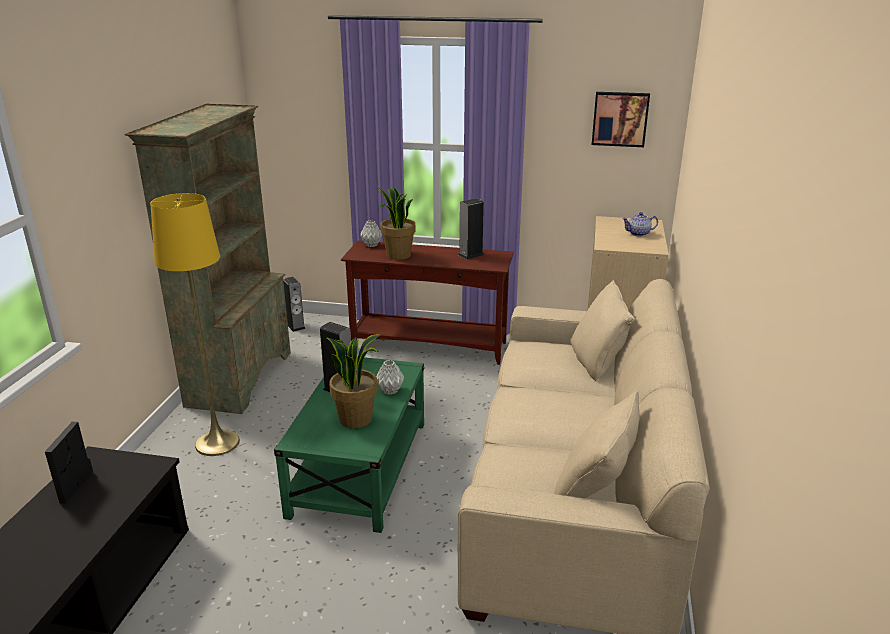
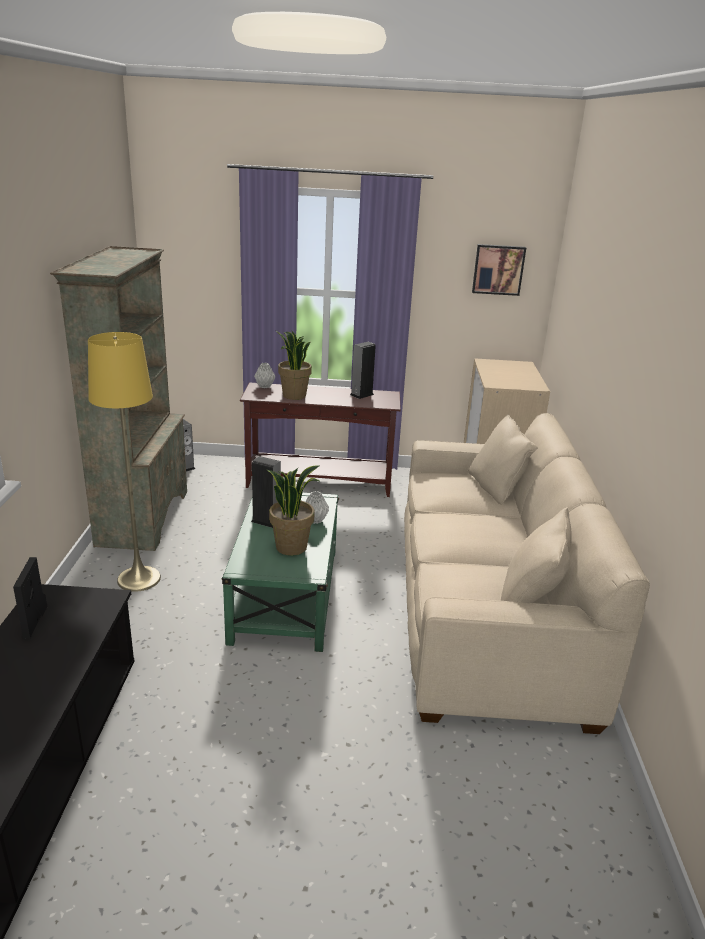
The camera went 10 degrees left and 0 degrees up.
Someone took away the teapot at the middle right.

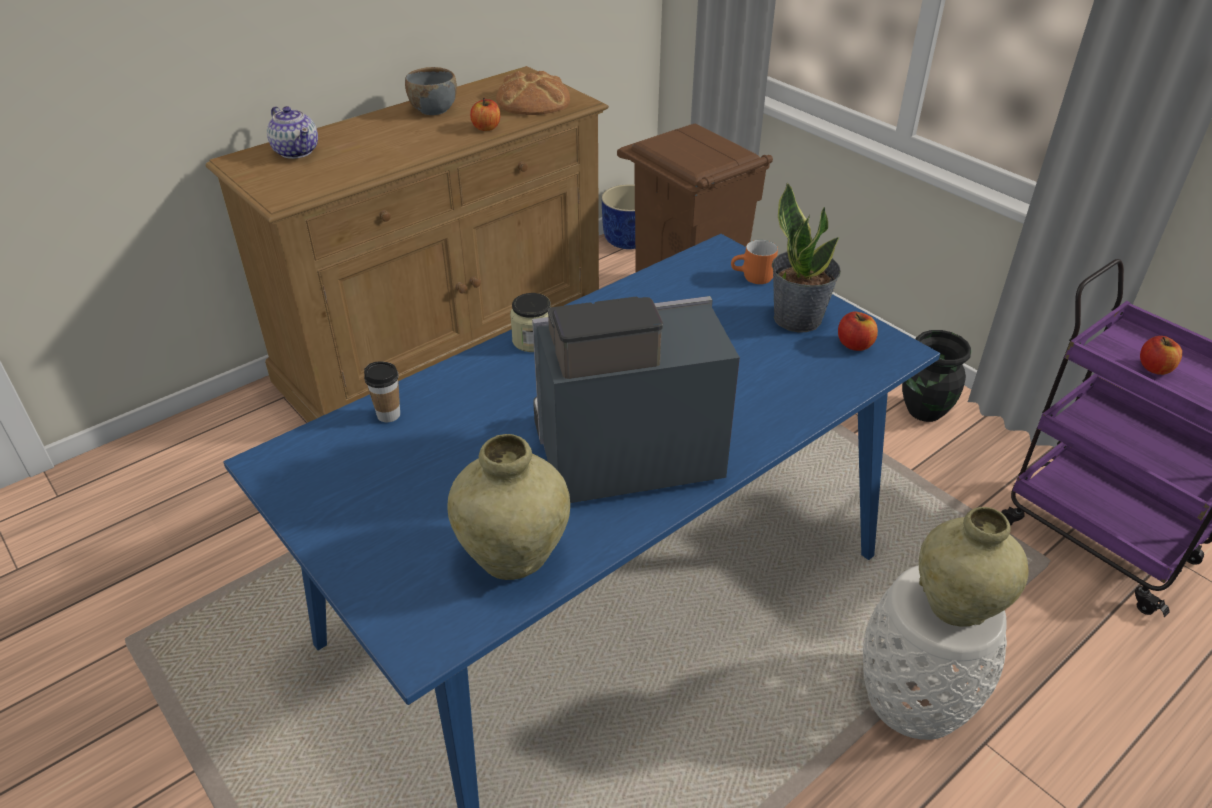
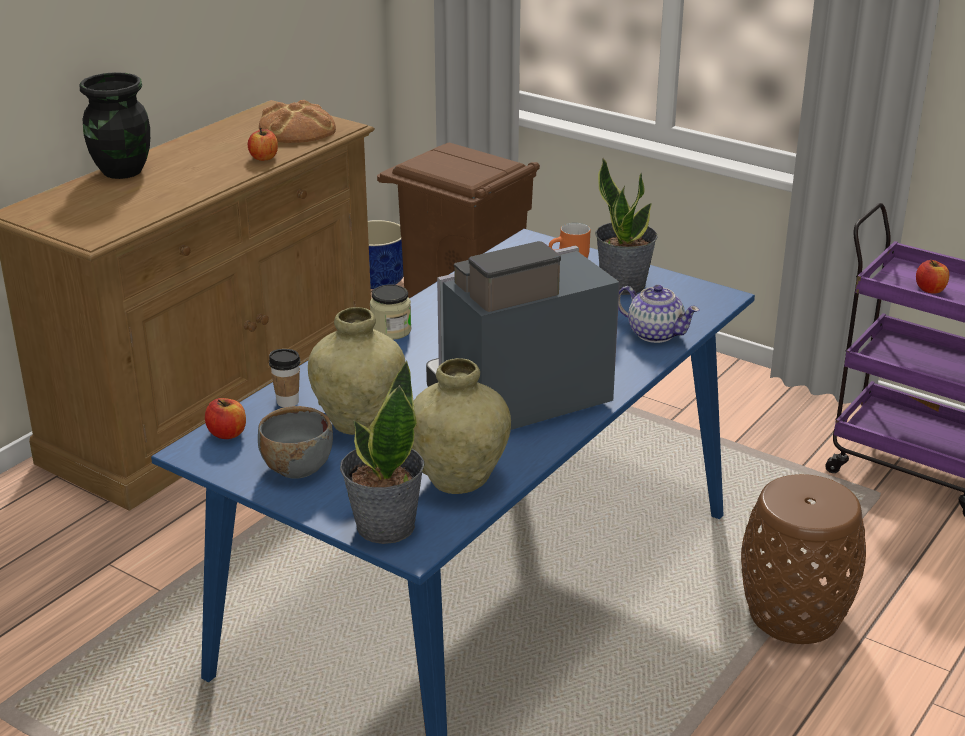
The camera went 15 degrees left and 10 degrees down.
Someone put down the houseplant (1st from left) at the centre.
Someone carried the teapot from the top left to the middle right.
Someone carried the bowl (grey) from the top centre to the middle left.
Someone carried the apple fruit (2nd from left in the first image) from the middle right to the middle left.
Someone carried the decorative vase (black) from the middle right to the top left.
Someone carried the decorative vase (beige) (2nd from left in the first image) from the bottom right to the centre.
Someone repainted the stool seat (white) at the bottom right, which became the stool seat (brown-coloured) at the bottom right.

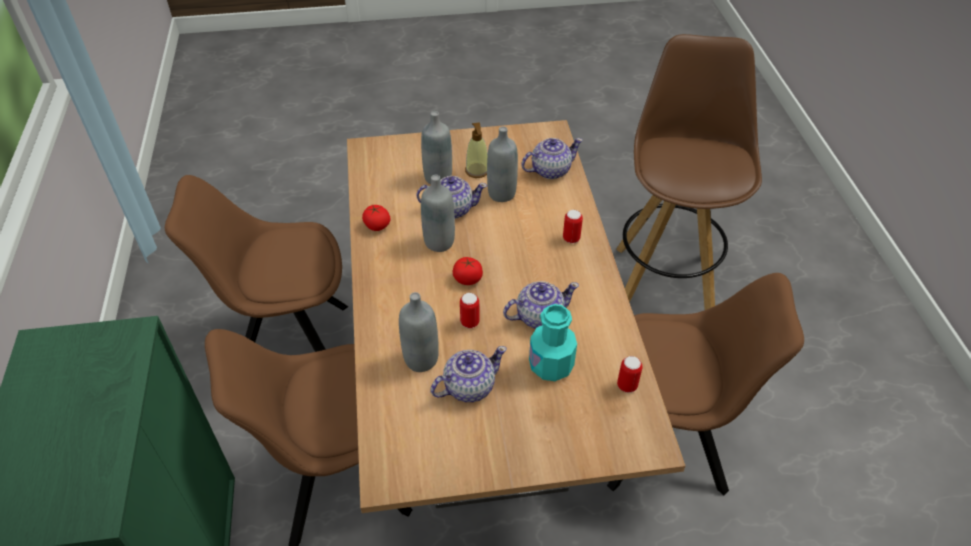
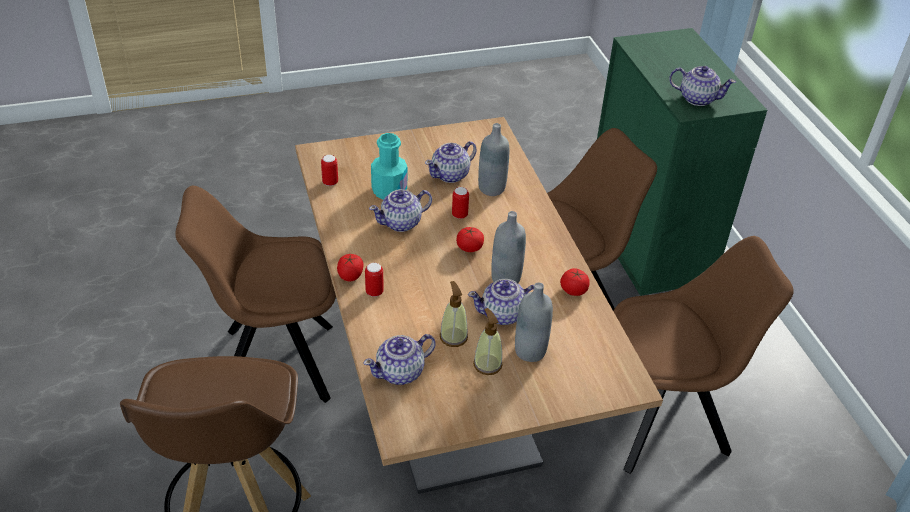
The camera went 170 degrees right and 5 degrees down.
Someone put down the whole tomato (1st from left) at the centre.
Someone put down the teapot (5th from left) at the top right.
Someone swapped the drink bottle (grey) (4th from left) at the top centre for the soap bottle (1st from left) at the centre.

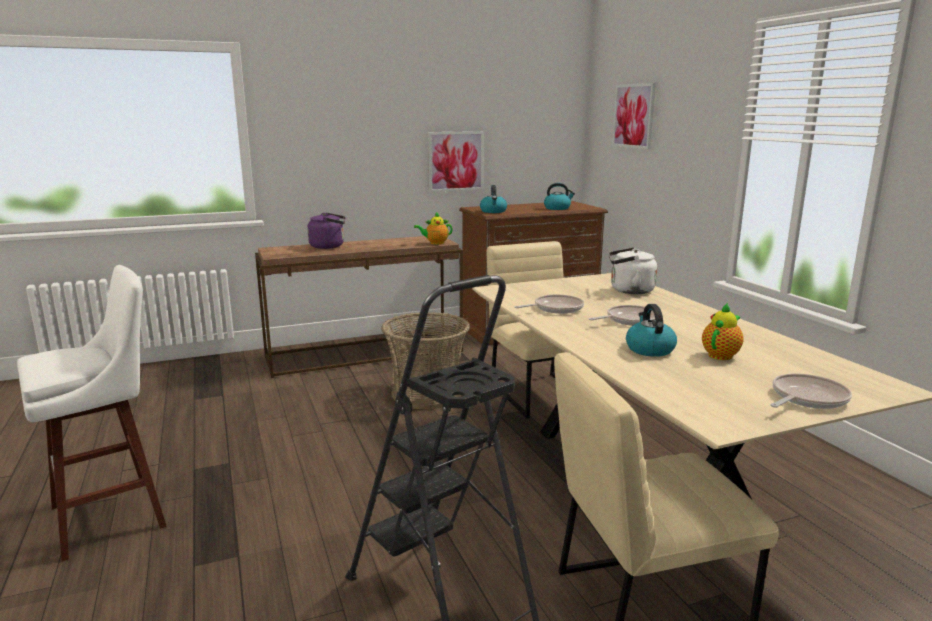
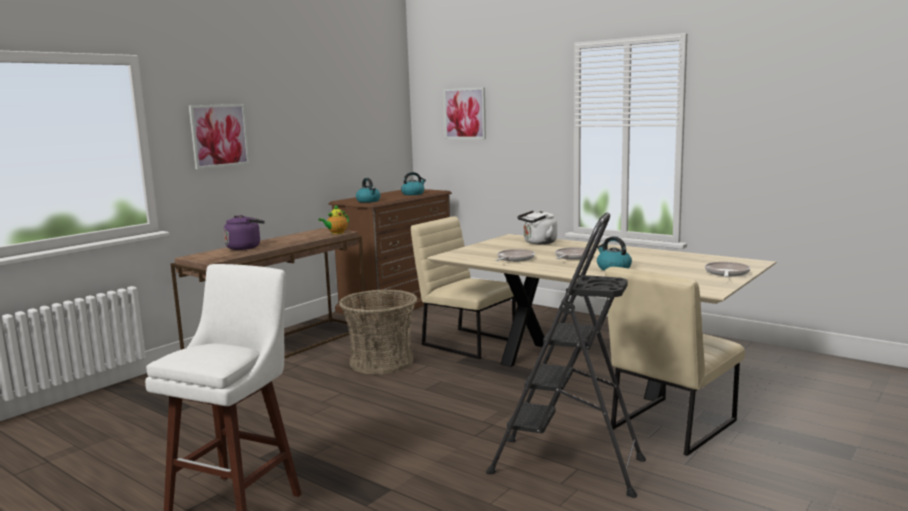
The camera went 30 degrees left and 5 degrees down.
Someone took away the teapot (2nd from left) at the middle right.
Someone carried the wall art (1st from left) from the top centre to the top left.

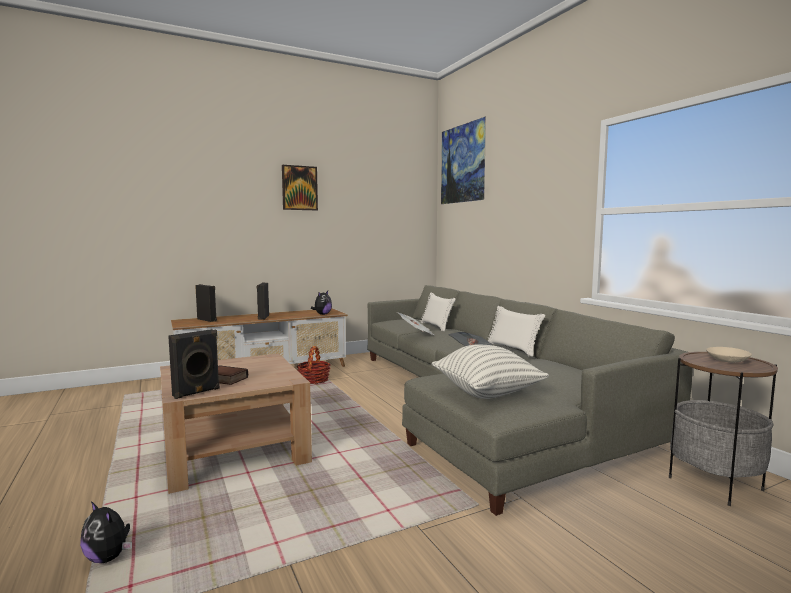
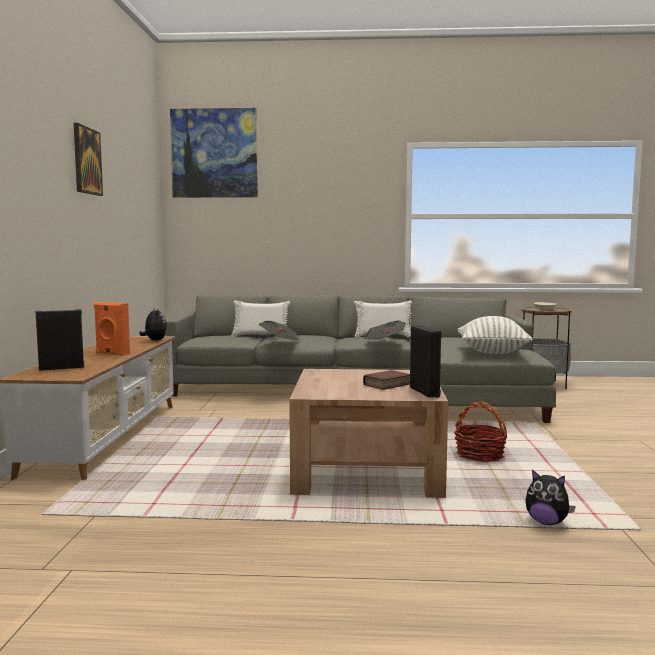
The camera went 60 degrees left and 0 degrees up.
Someone carried the household basket from the centre to the middle right.
Someone repainted the speaker (black) (3rd from left) at the middle left, which became the speaker (orange-coloured) at the middle left.
Someone rotated the cuddly toy (1st from left in the first image) at the bottom left by 60 degrees clockwise.

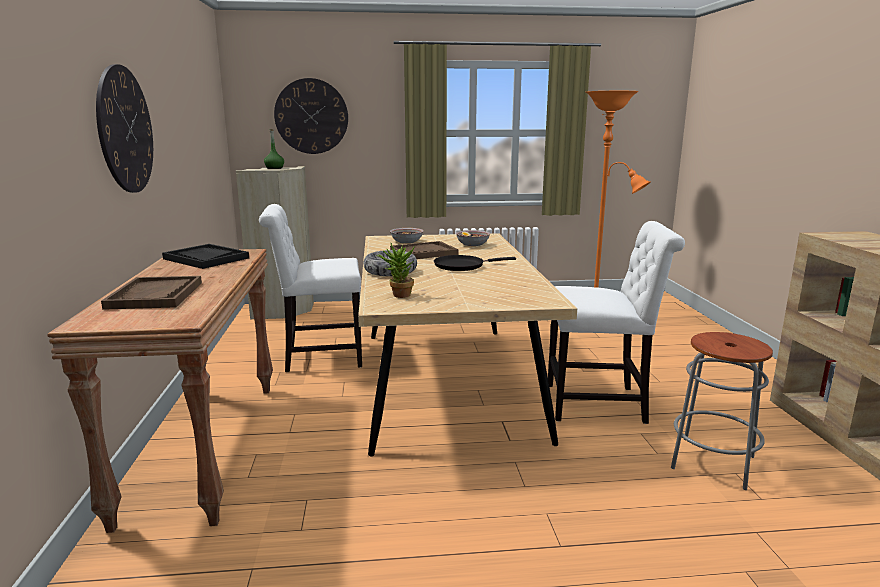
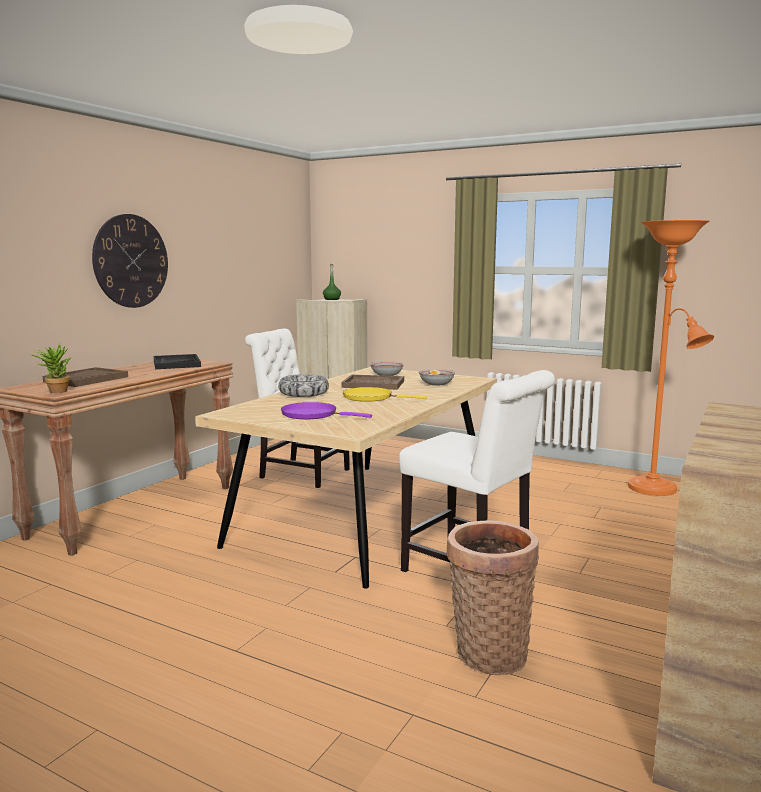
The camera went 35 degrees right and 5 degrees down.
Someone took away the clock on the wall (2nd from left) at the top centre.
Someone put down the frying pan (purple-coloured) at the centre.
Someone carried the houseplant from the centre to the middle left.
Someone swapped the stool seat (grey) at the bottom right for the household basket at the bottom centre.
Someone repainted the frying pan (black) at the centre, which became the frying pan (yellow-coloured) at the centre.

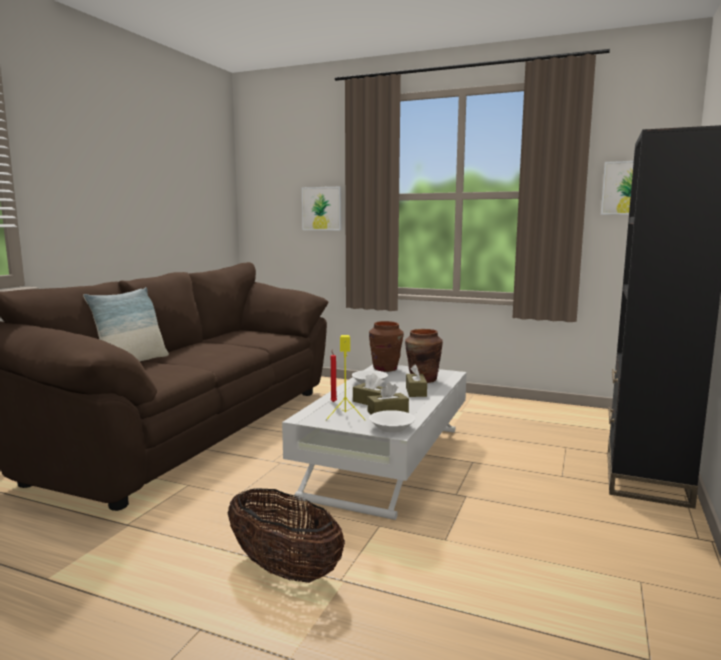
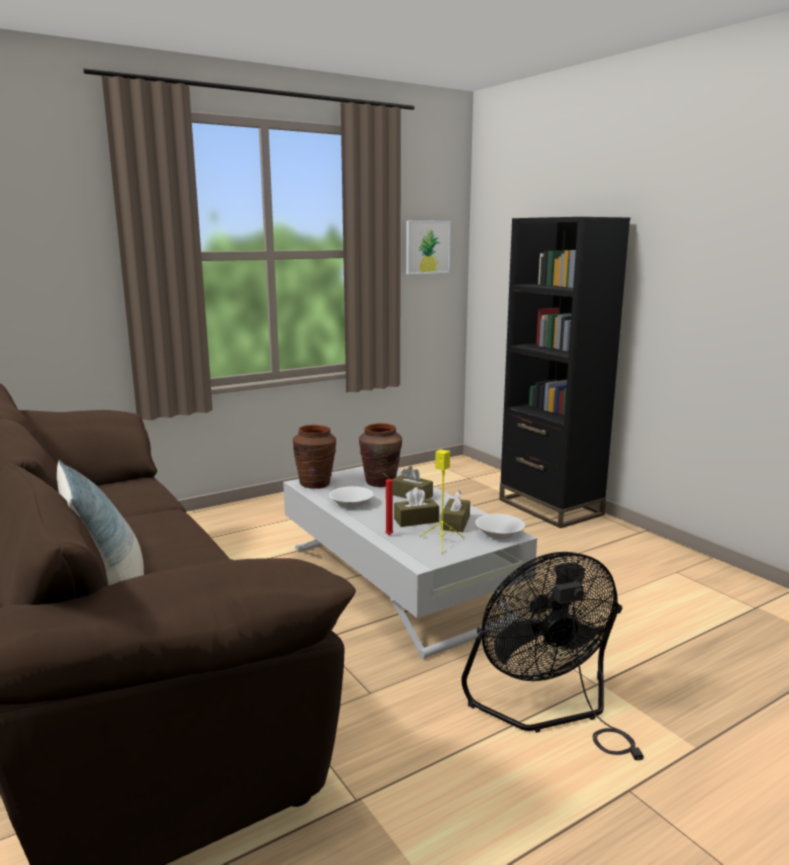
The camera went 55 degrees left and 5 degrees up.
Someone took away the wall art (1st from left) at the top centre.
Someone swapped the household basket at the bottom centre for the fan (black) at the bottom right.

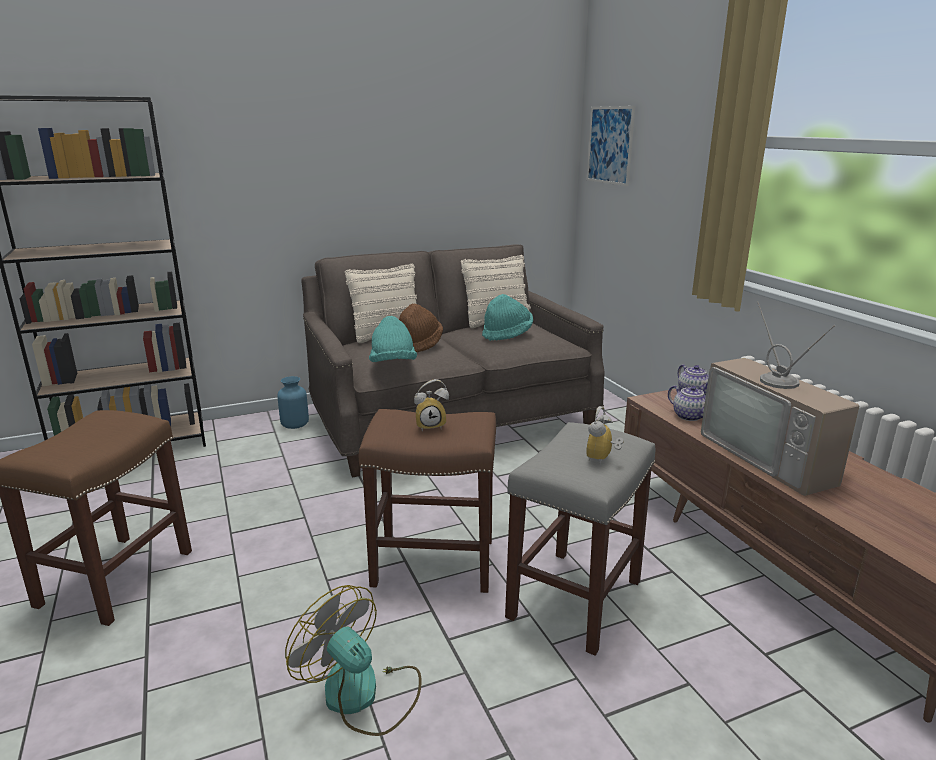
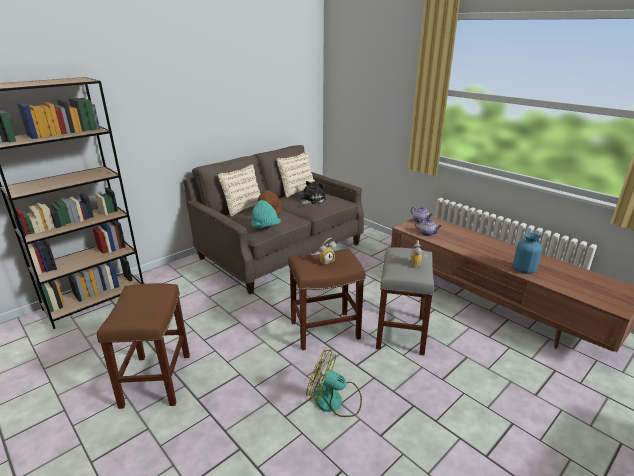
The camera went 20 degrees left and 5 degrees up.
Someone took away the wall art at the top centre.
Someone took away the TV at the middle right.
Someone carried the decorative vase (blue) from the middle left to the middle right.
Someone swapped the hat (blue-green) (2nd from left) at the centre for the cuddly toy at the centre.

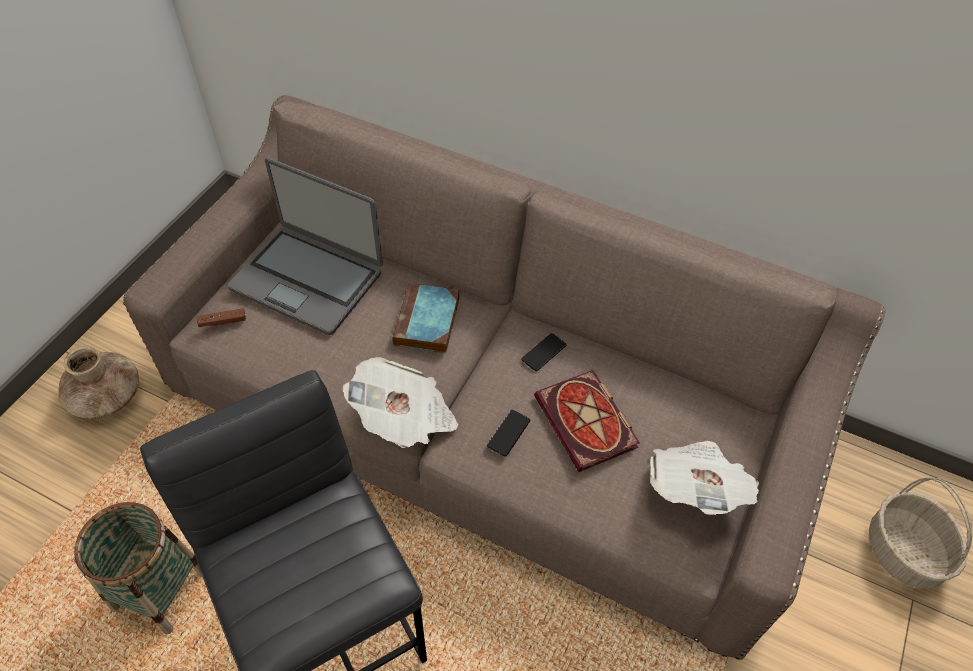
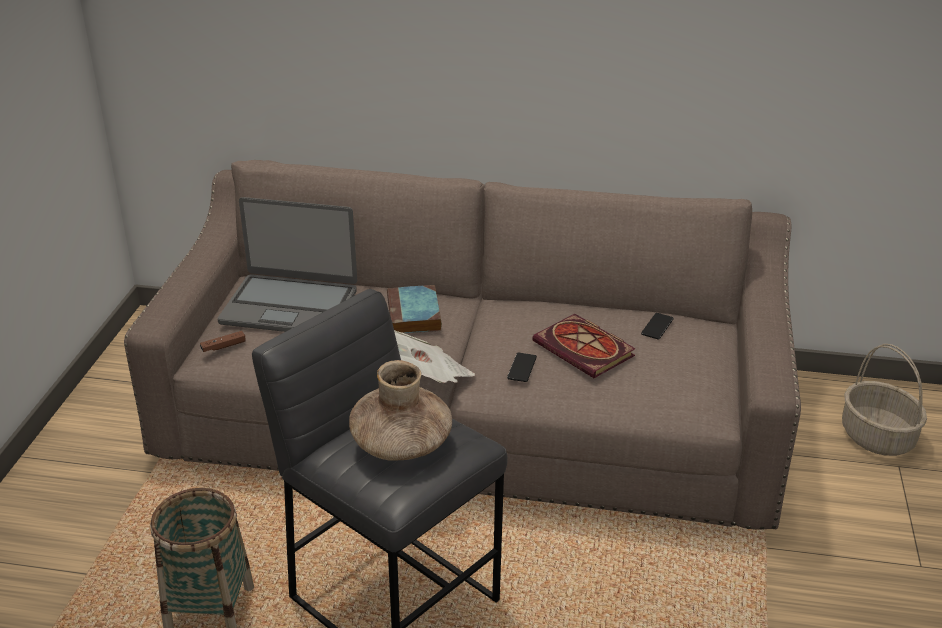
The camera went 15 degrees left and 20 degrees down.
Someone took away the daily paper (2nd from left) at the bottom right.
Someone carried the decorative vase (brown-coloured) from the middle left to the centre.
Someone carried the phone (2nd from left) from the centre to the middle right.

